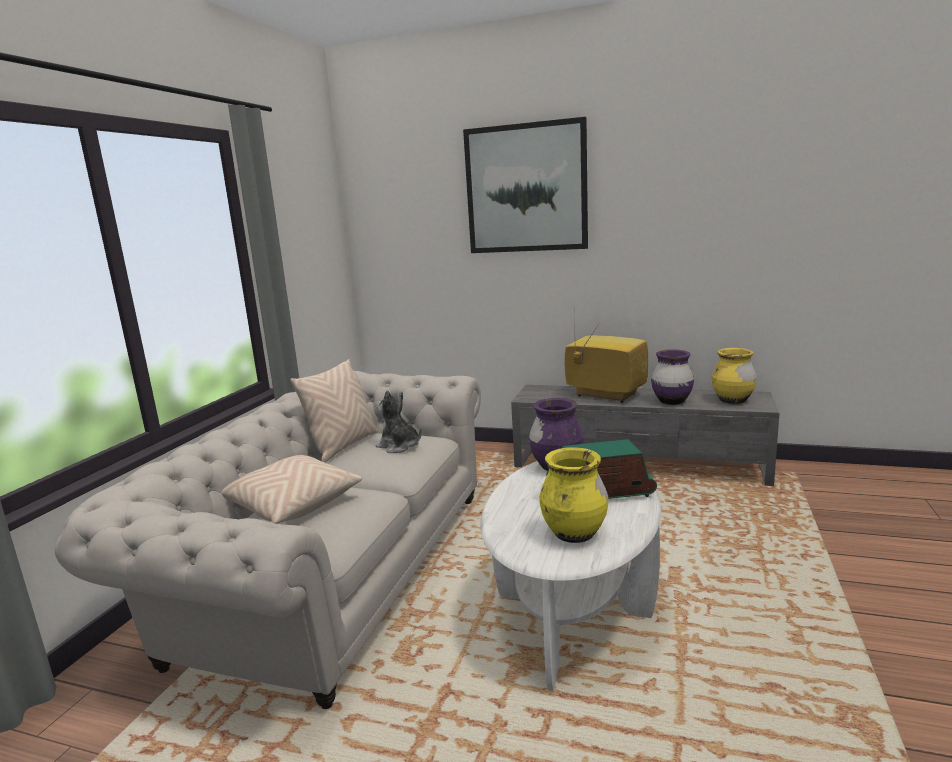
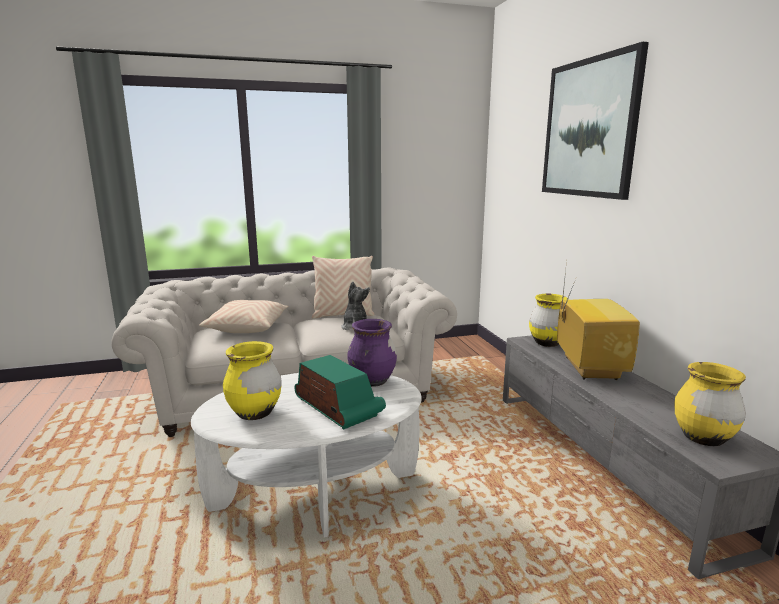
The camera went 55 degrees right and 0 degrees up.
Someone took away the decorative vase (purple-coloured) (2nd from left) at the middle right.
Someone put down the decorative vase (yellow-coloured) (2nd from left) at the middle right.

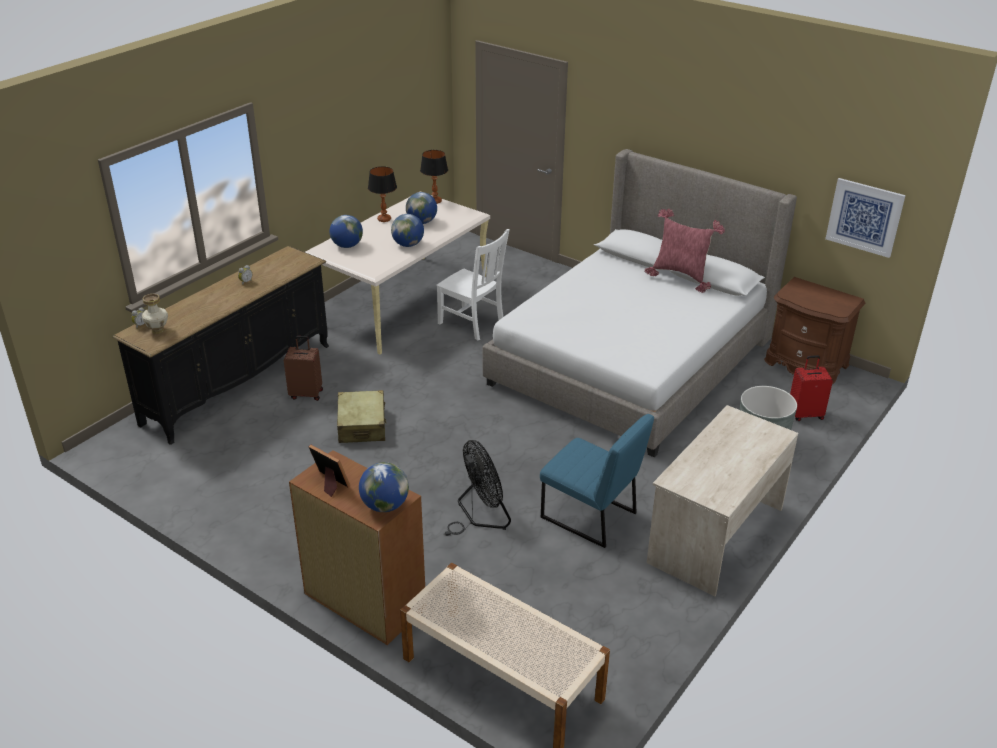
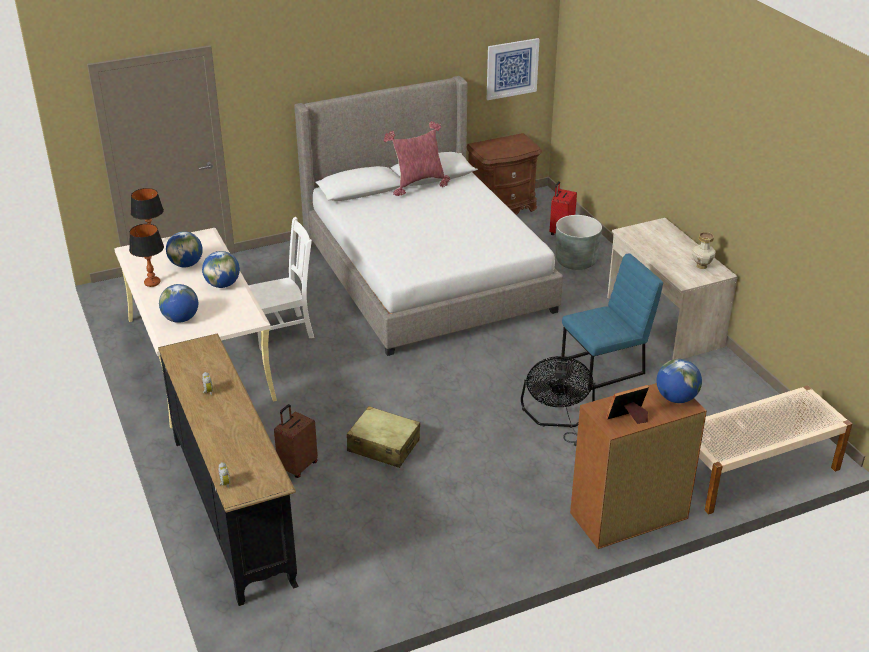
The camera went 60 degrees left and 0 degrees up.
Someone carried the decorative vase from the middle left to the middle right.

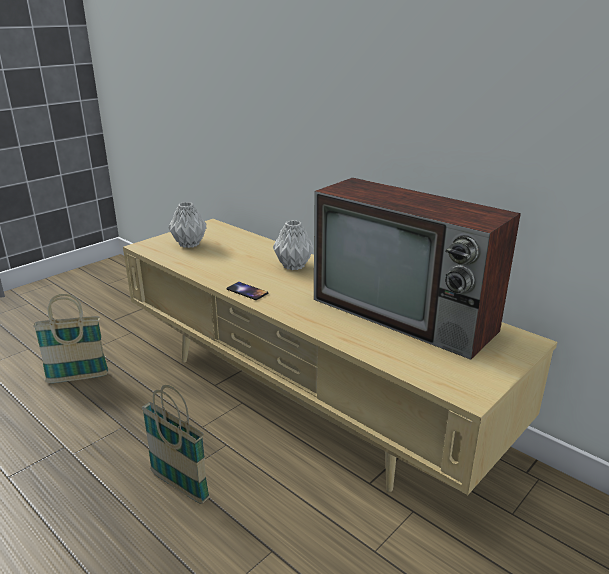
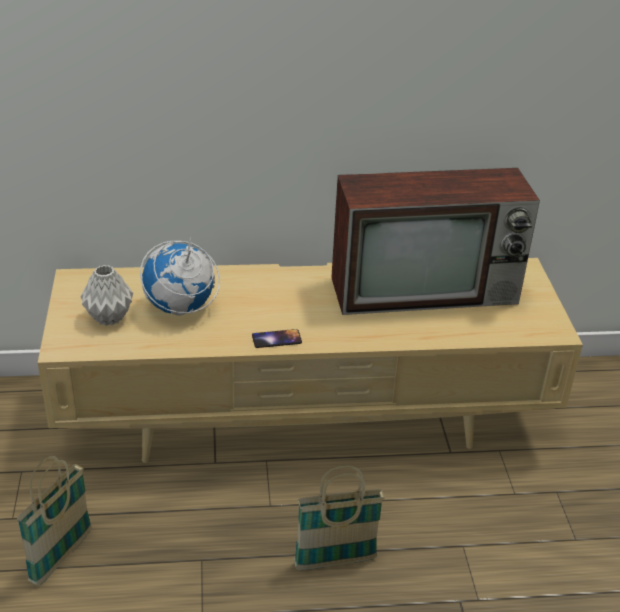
The camera went 50 degrees left and 10 degrees up.
Someone took away the decorative vase (grey) (2nd from left) at the centre.
Someone put down the desk globe at the middle left.

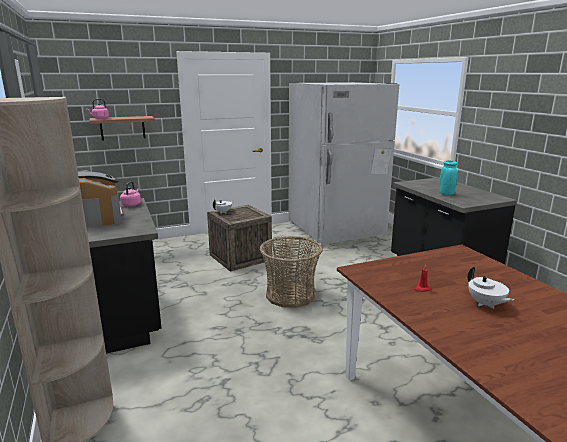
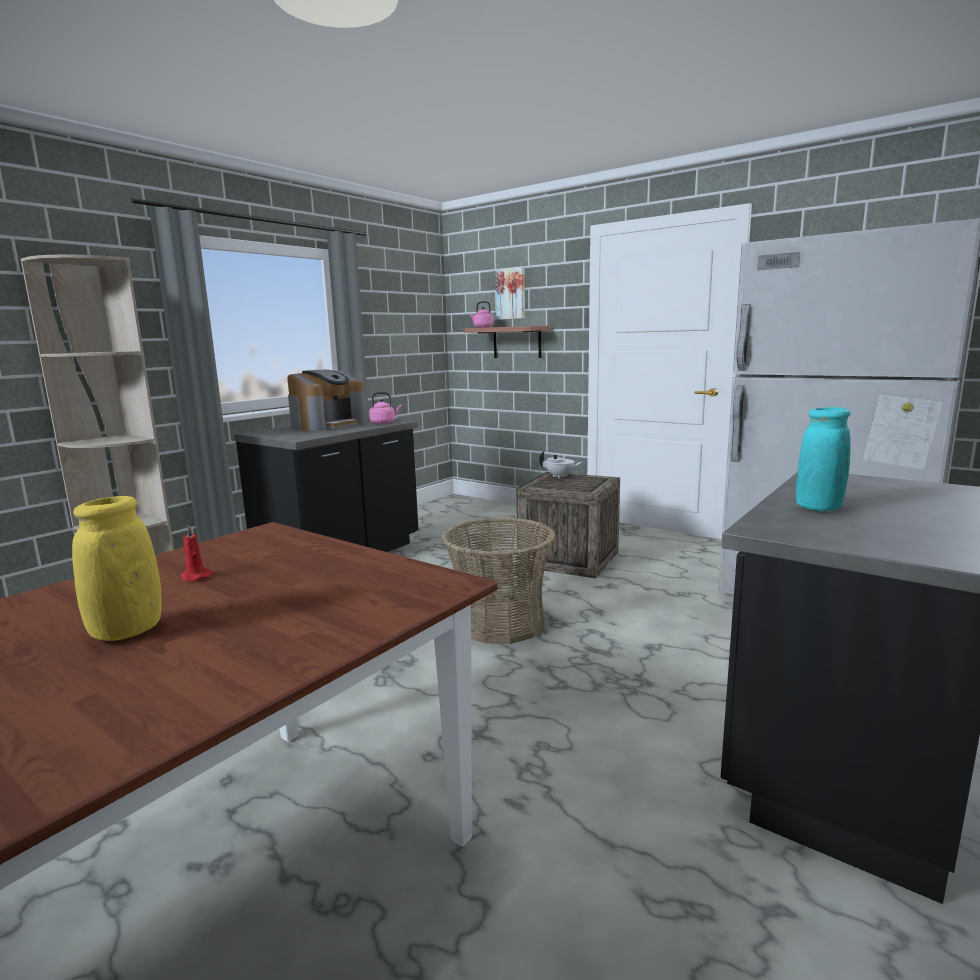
The camera went 60 degrees right and 5 degrees down.
Someone put up the wall art at the top centre.
Someone swapped the teapot (white) (2nd from left) at the middle right for the decorative vase (yellow-coloured) at the middle left.

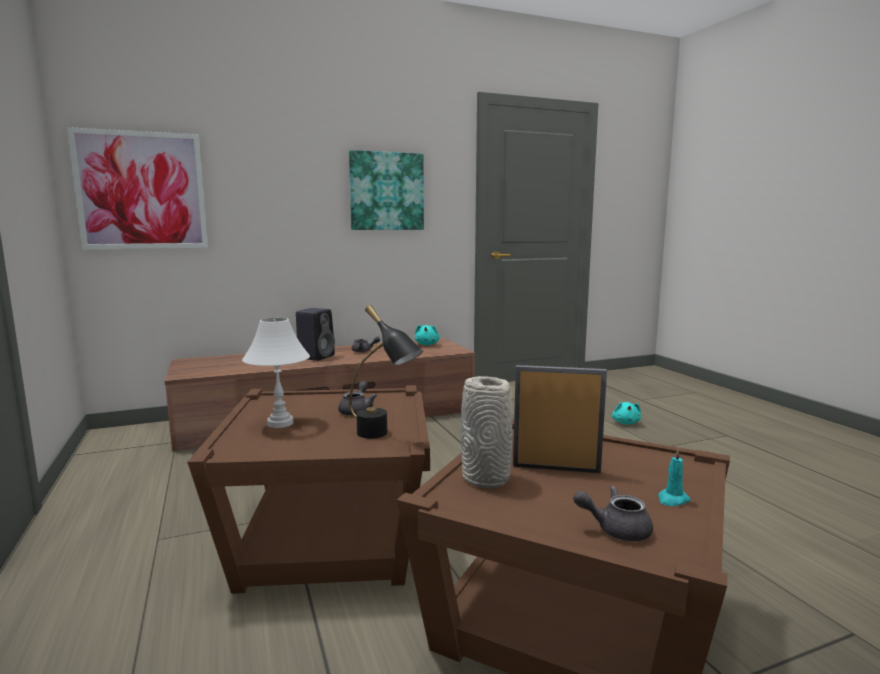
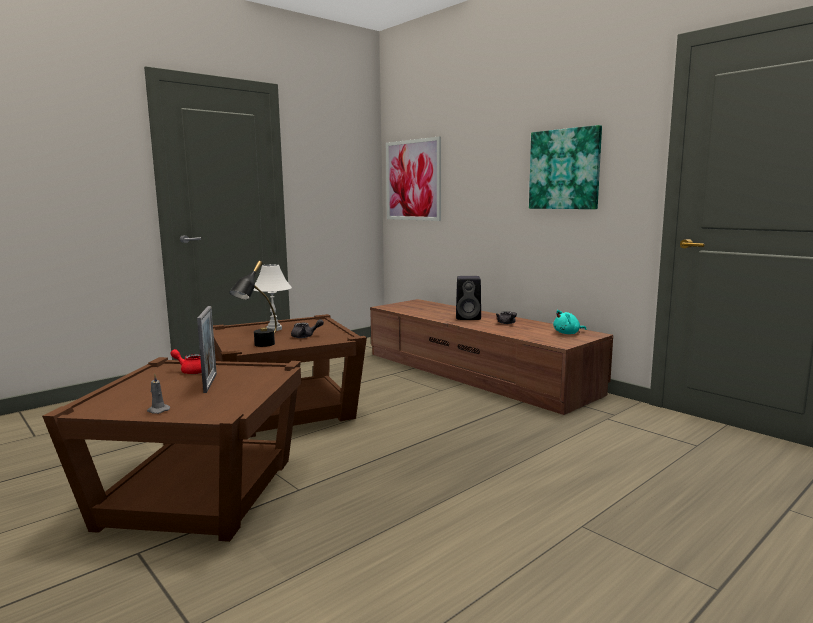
The camera went 70 degrees right and 0 degrees up.
Someone took away the teapot (grey) (3rd from left) at the bottom right.
Someone took away the cuddly toy (blue-green) (2nd from left) at the middle right.
Someone swapped the decorative vase (grey) at the centre for the teapot (red-coloured) at the middle left.
Someone repainted the wax candle (blue-green) at the bottom right, which became the wax candle (grey) at the middle left.

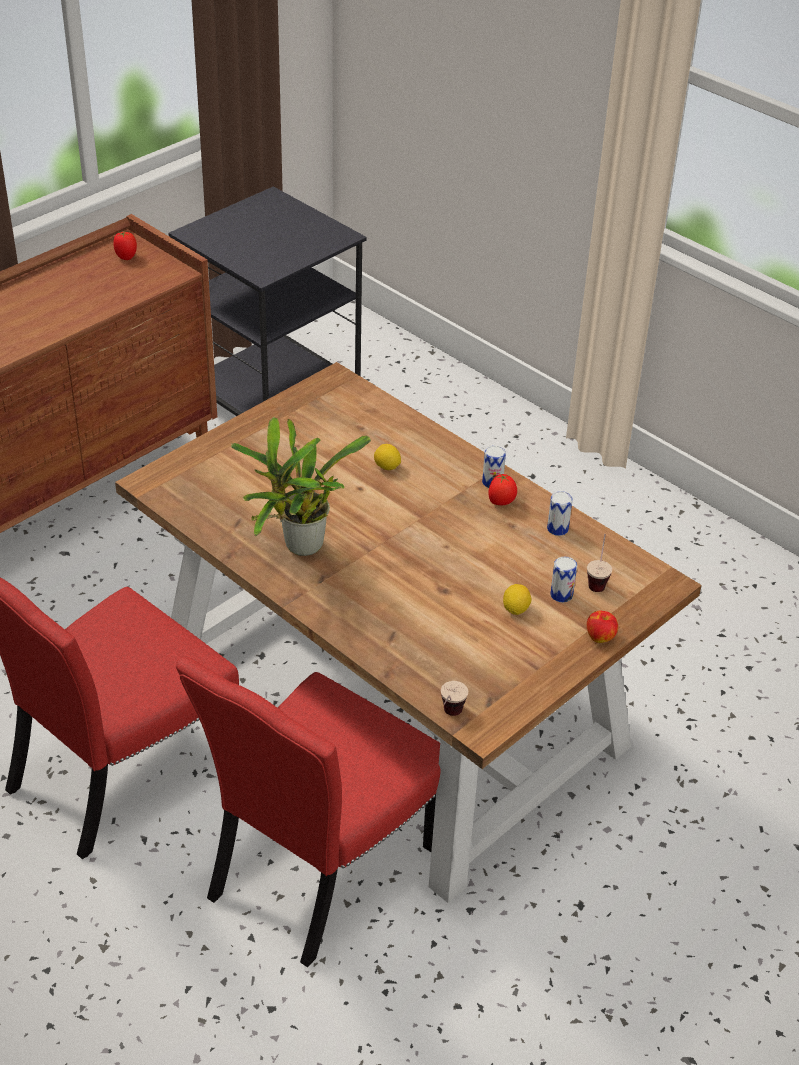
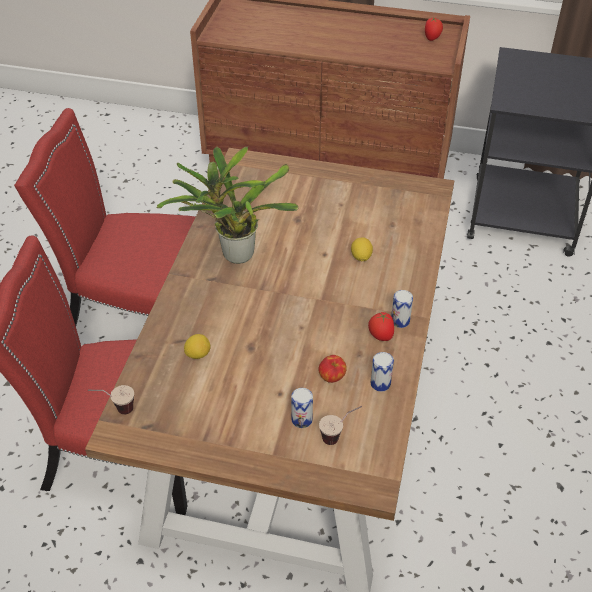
The camera went 60 degrees right and 5 degrees up.
Someone carried the lemon (2nd from left in the first image) from the centre to the middle left.
Someone carried the apple fruit from the middle right to the centre.

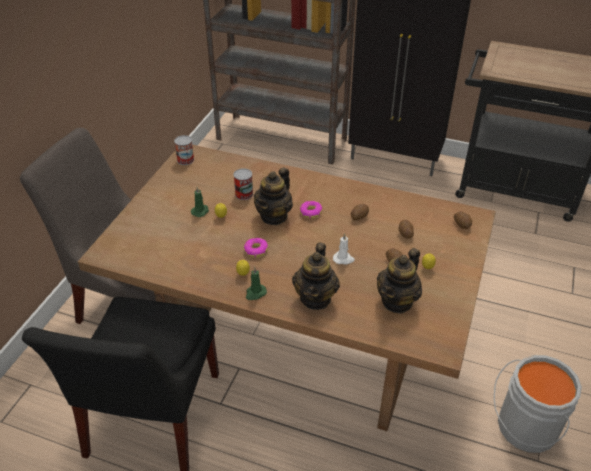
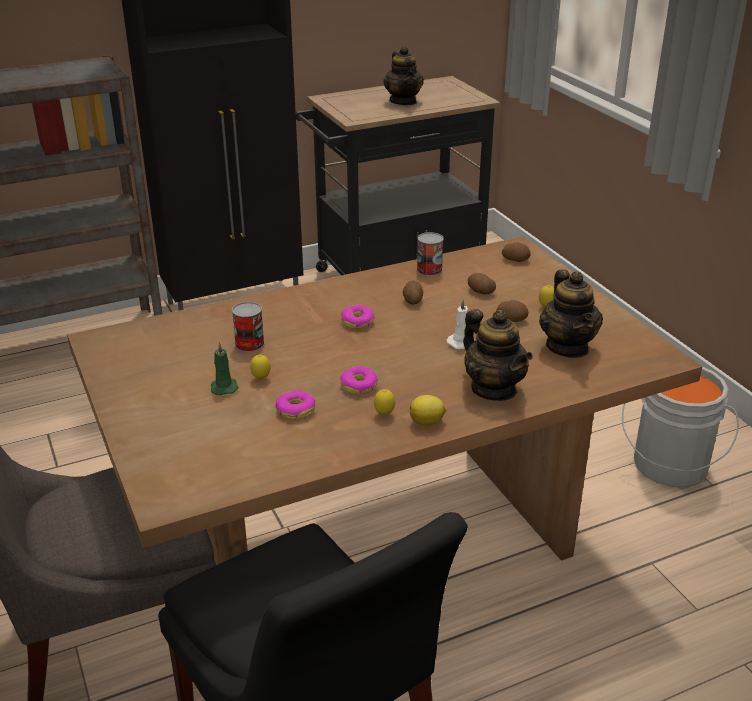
The camera went 45 degrees left and 10 degrees down.
Someone put down the doughnut (1st from left) at the centre.
Someone carried the can (1st from left in the first image) from the top left to the centre.
Someone carried the teapot (1st from left) from the centre to the top centre.
Someone swapped the wax candle (greenish) (2nd from left) at the centre for the lemon (3rd from left) at the centre.

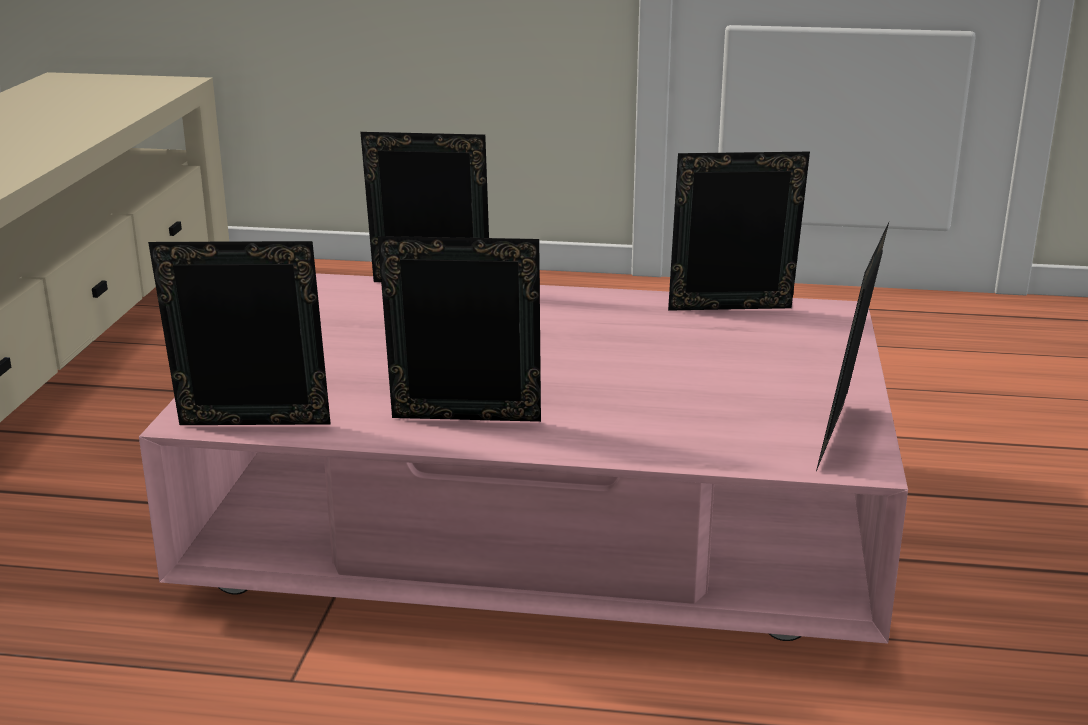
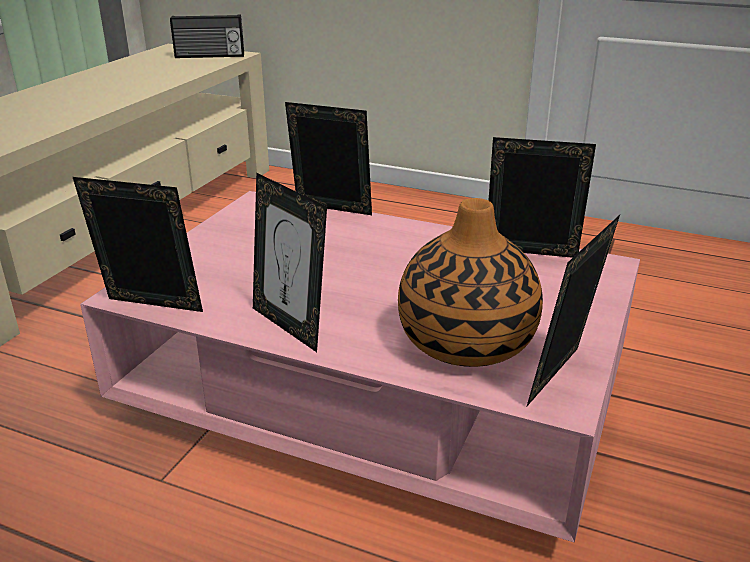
The camera went 15 degrees right and 5 degrees up.
Someone put down the radio receiver at the top left.
Someone put down the decorative vase at the centre.
Someone rotated the standing frame (3rd from left in the first image) at the centre by 150 degrees counterclockwise.

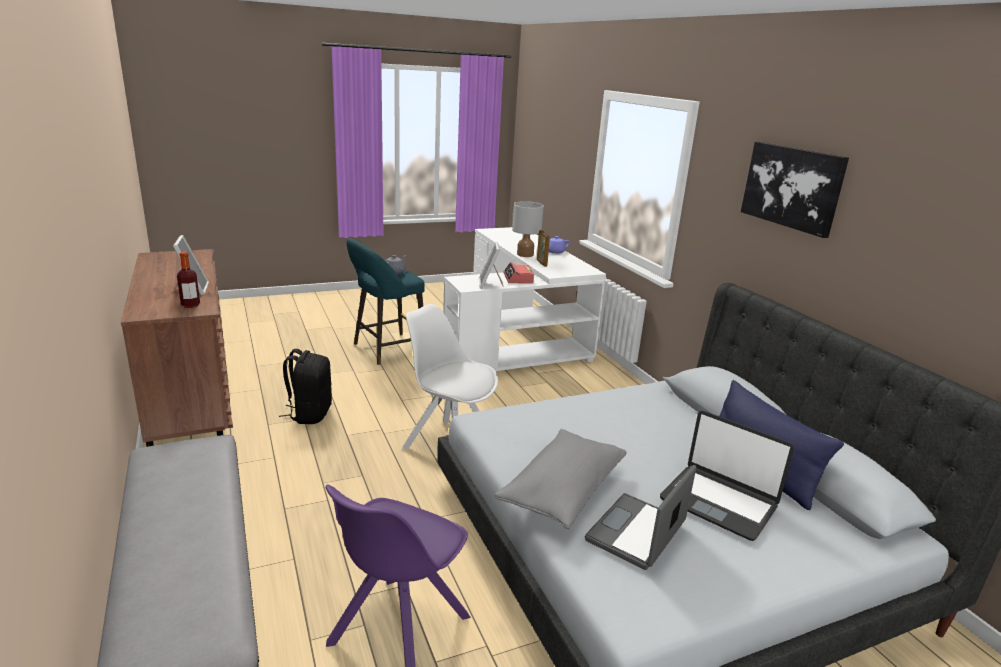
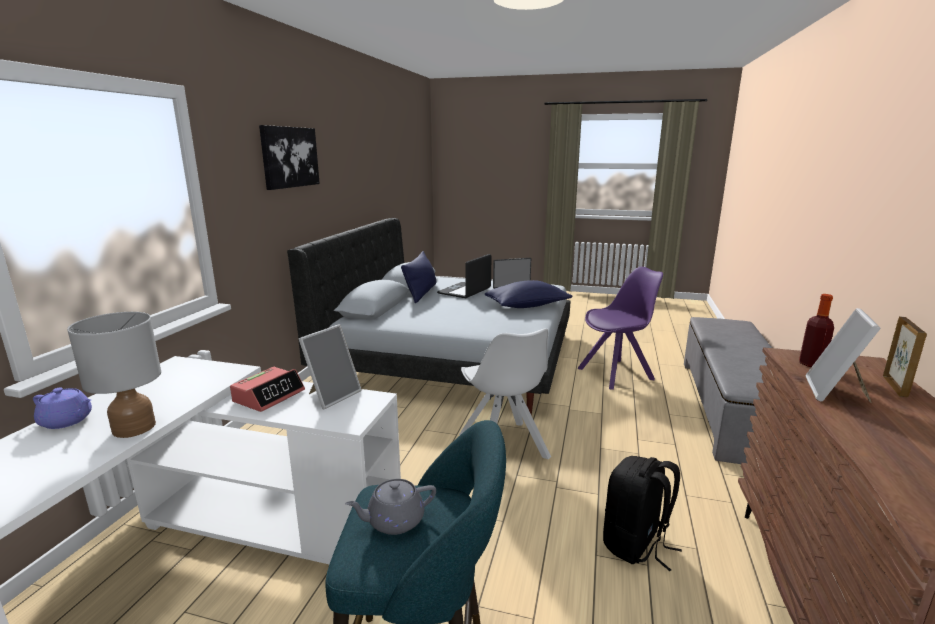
The camera went 140 degrees left and 5 degrees down.
Someone carried the standing frame (3rd from left) from the centre to the middle right.
Someone repainted the cushion (grey) at the bottom centre, which became the cushion (blue) (2nd from left) at the centre.
Someone rotated the portable computer (2nd from left in the first image) at the bottom right by 135 degrees counterclockwise.

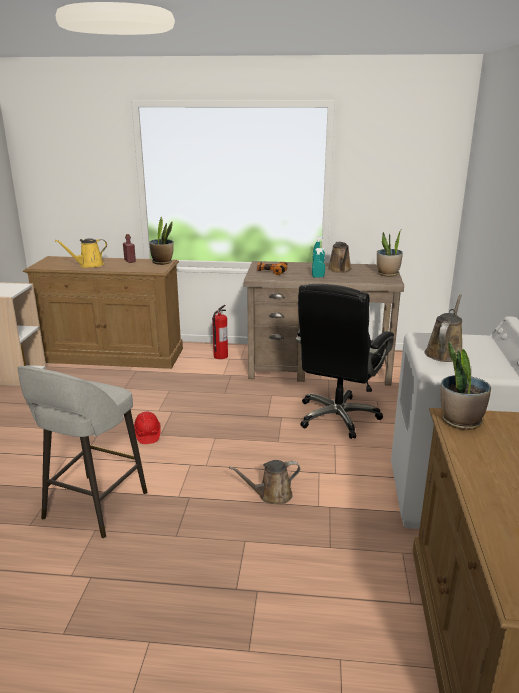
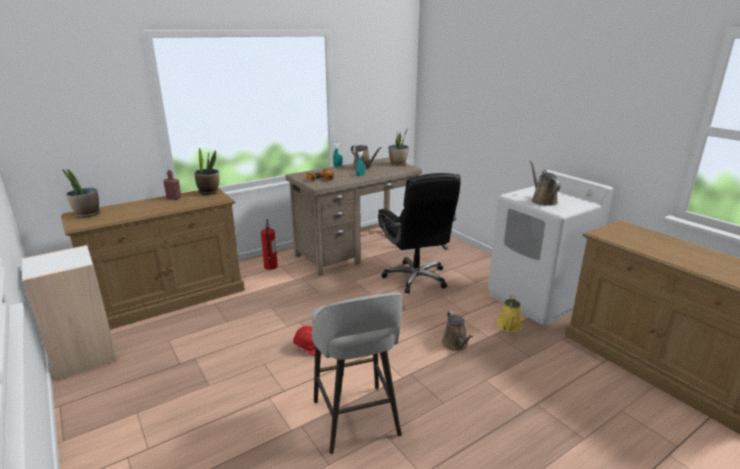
The camera went 40 degrees left and 0 degrees up.
Someone carried the sprinkling can (yellow-coloured) from the middle left to the bottom right.
Someone carried the houseplant (3rd from left in the first image) from the middle right to the middle left.
Someone rotated the sprinkling can (brown-coloured) (1st from left in the first image) at the bottom centre by 45 degrees counterclockwise.

